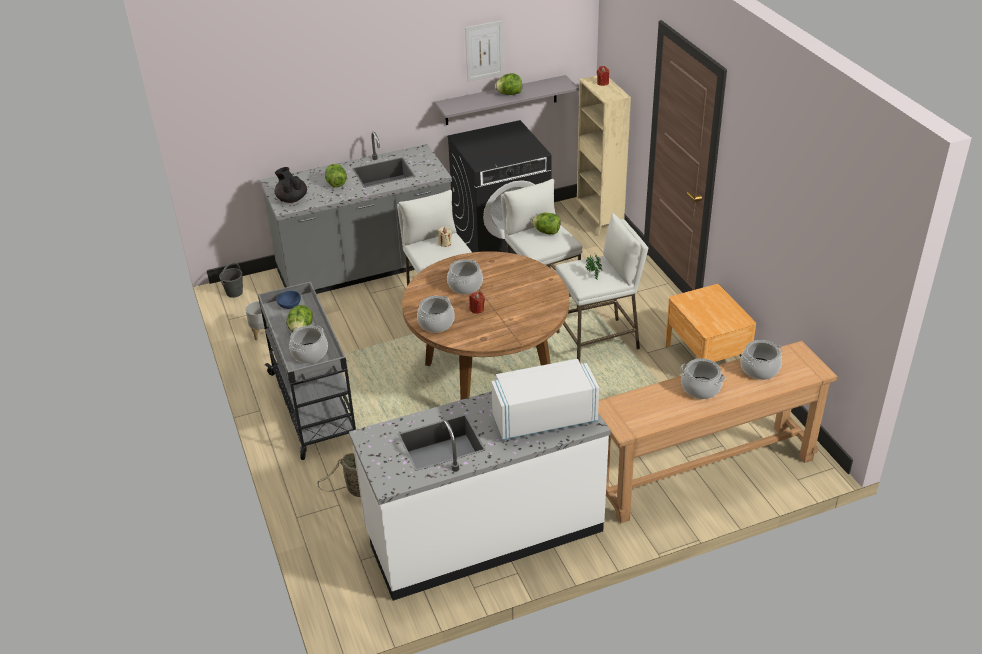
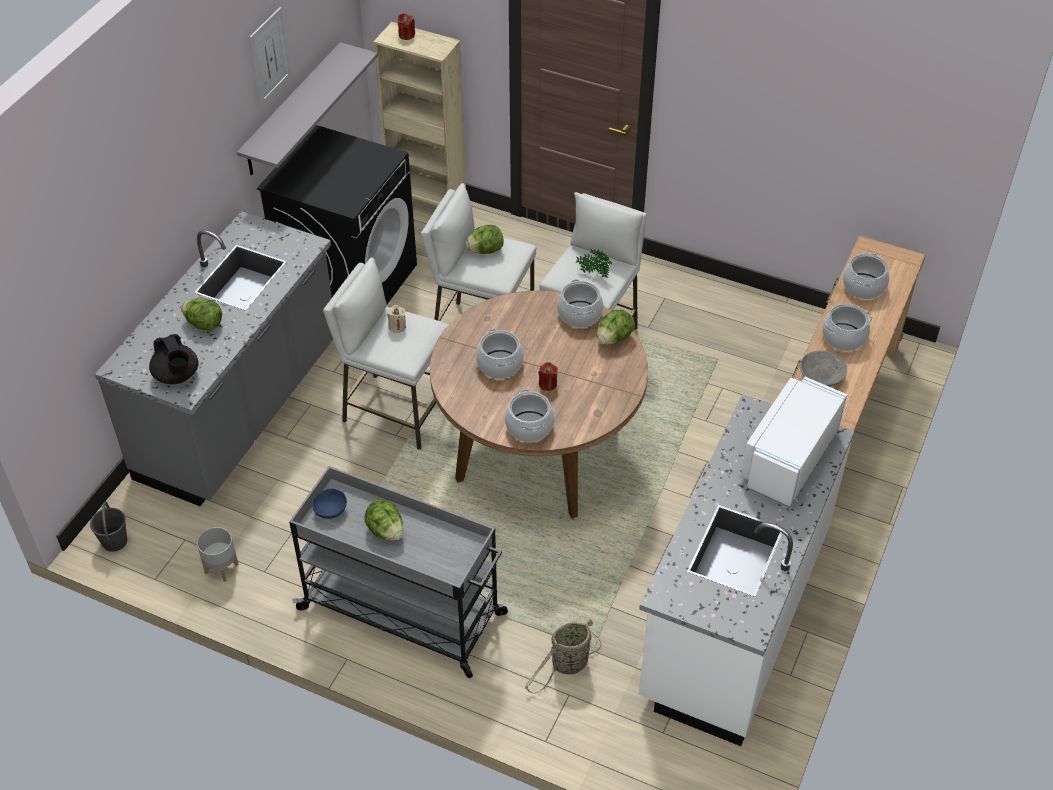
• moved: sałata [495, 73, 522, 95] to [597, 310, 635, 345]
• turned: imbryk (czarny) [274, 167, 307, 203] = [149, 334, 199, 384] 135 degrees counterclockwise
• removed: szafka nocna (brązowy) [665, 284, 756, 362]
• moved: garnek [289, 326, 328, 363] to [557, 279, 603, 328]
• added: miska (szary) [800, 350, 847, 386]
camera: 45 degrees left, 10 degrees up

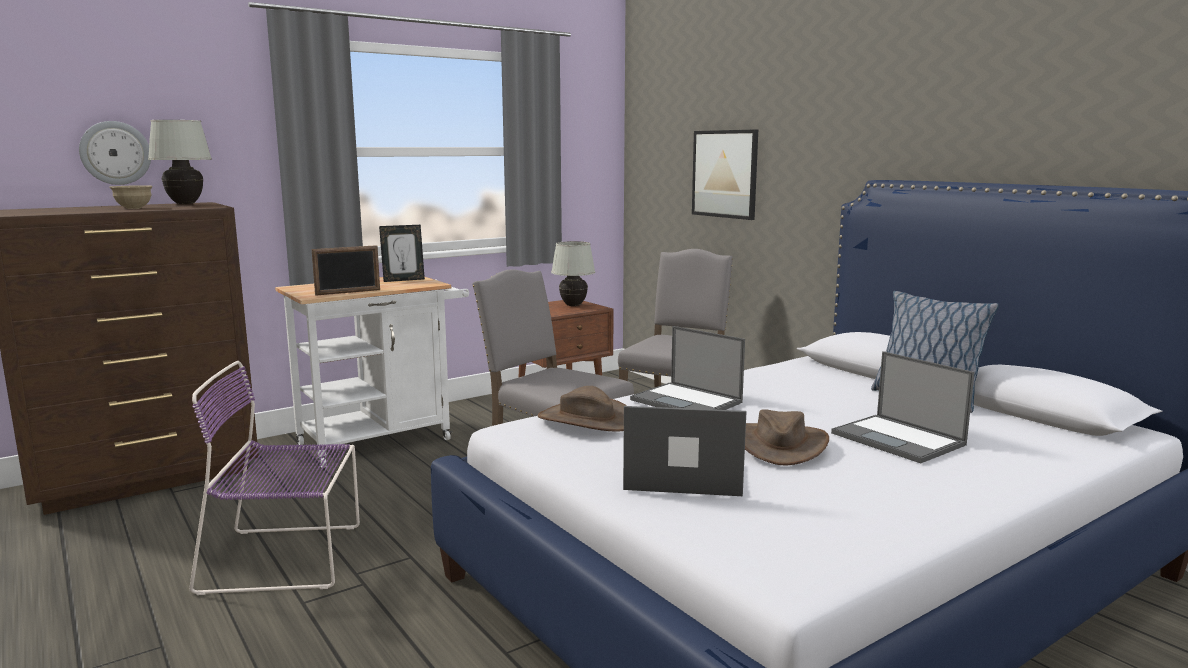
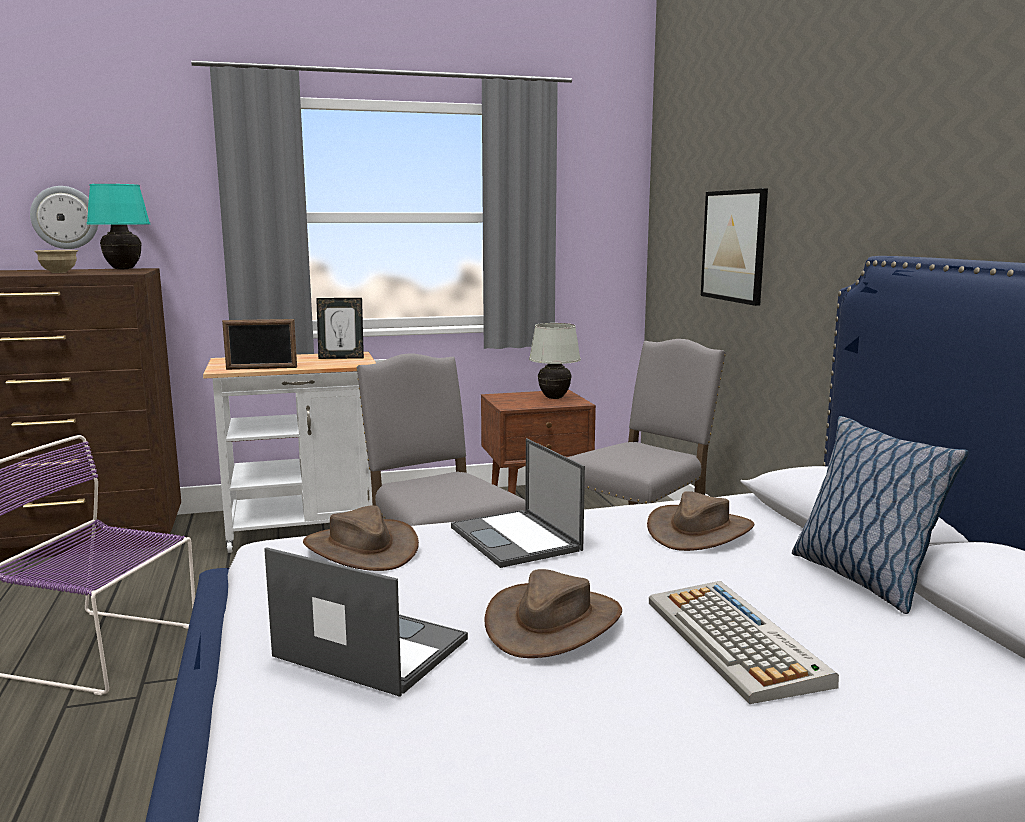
• recoloured: lampa stołowa (biały) [148, 120, 212, 204] to lampa stołowa (turkusowy) [87, 184, 150, 269]
• replaced: laptop [831, 351, 975, 463] to klawiatura [649, 581, 839, 704]
• added: kapelusz (brązowy) [647, 491, 754, 551]
camera: 20 degrees right, 0 degrees up

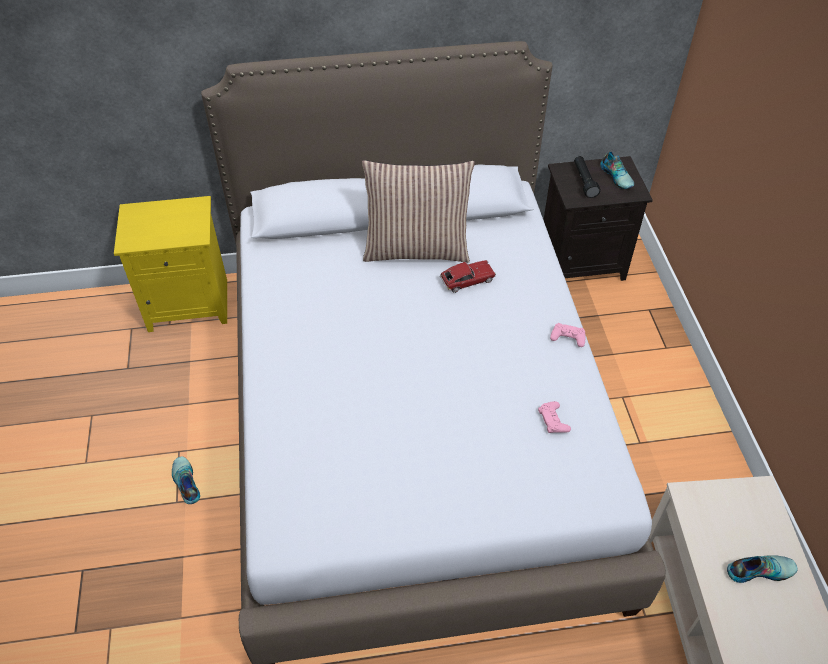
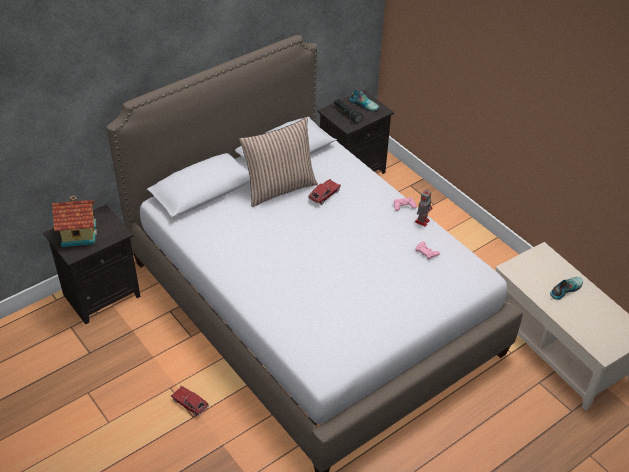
• recoloured: szafka nocna (żółty) [114, 196, 227, 332] to szafka nocna (czarny) [43, 204, 141, 324]
• replaced: but [172, 457, 200, 504] to samochodzik [171, 386, 209, 416]
• added: robot zabawkowy [415, 190, 432, 227]
• added: domek [52, 195, 97, 247]
camera: 30 degrees left, 5 degrees down

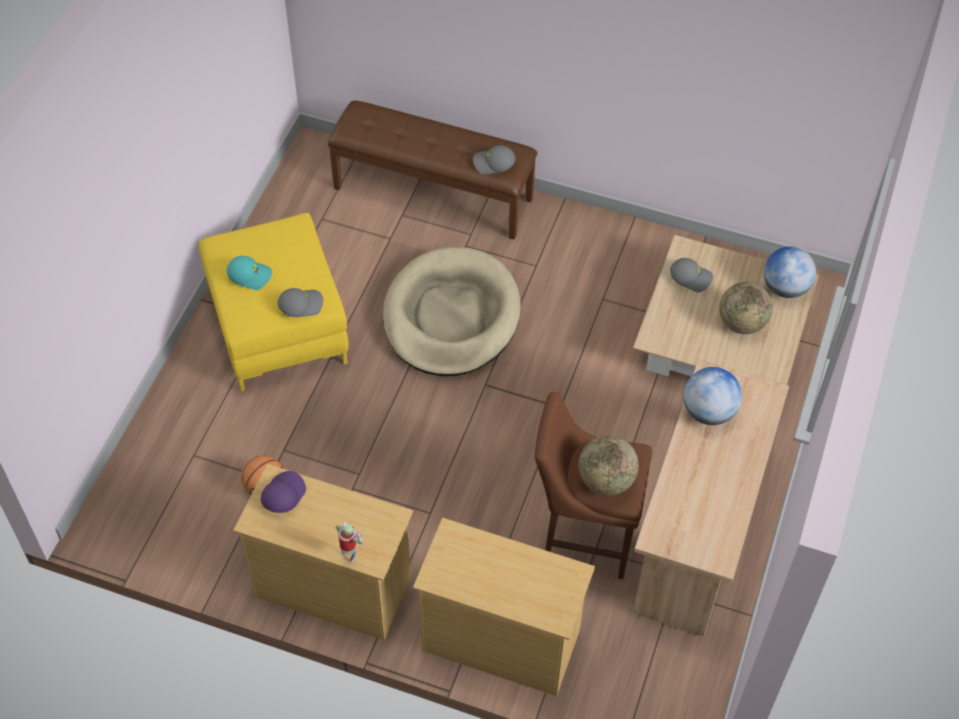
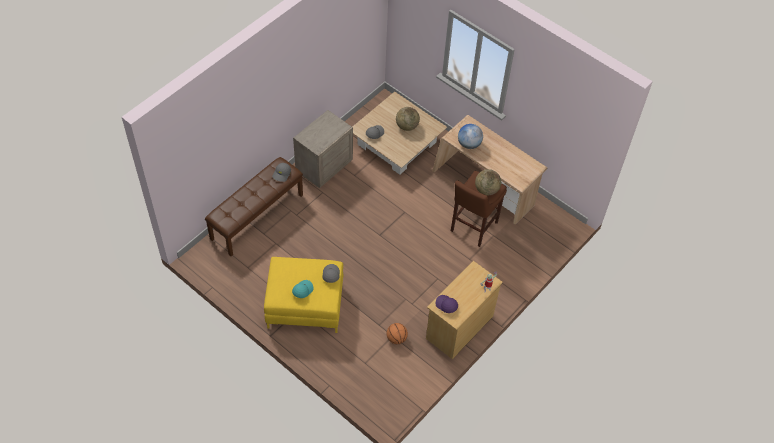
• removed: globus [764, 246, 816, 298]
• removed: legowisko (beżowy) [383, 247, 521, 376]
• removed: komoda (beżowy) [413, 518, 595, 696]
• added: szafka nocna (beżowy) [293, 110, 353, 188]
camera: 70 degrees left, 0 degrees up

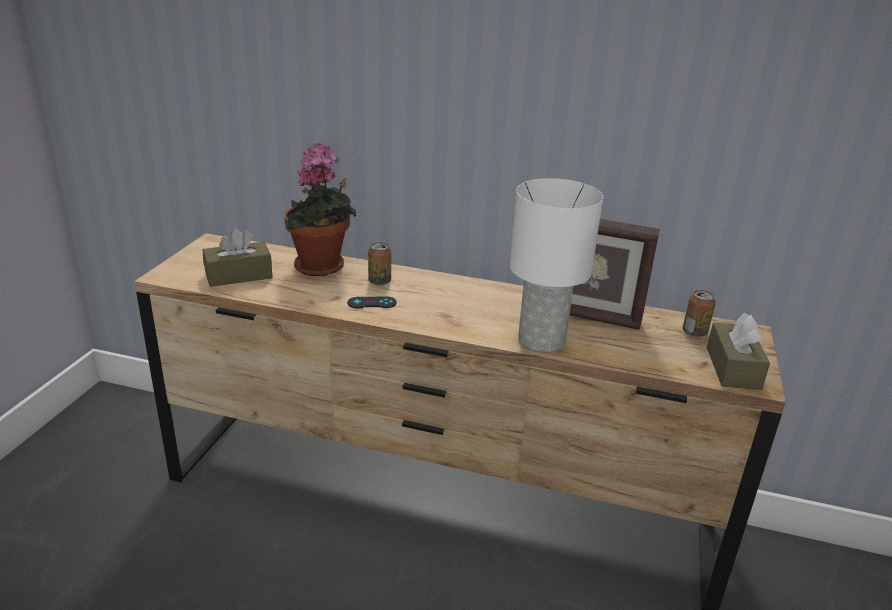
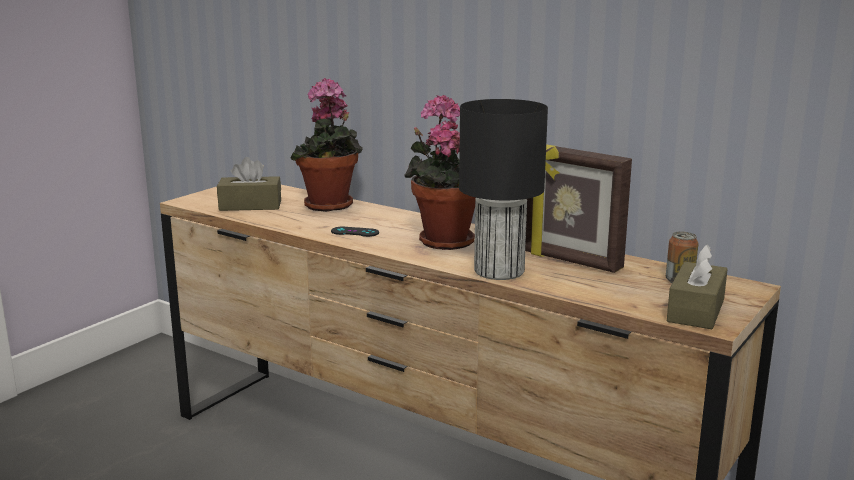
• recoloured: lampa stołowa (biały) [510, 178, 603, 353] to lampa stołowa (czarny) [459, 99, 548, 280]
• removed: puszka [368, 242, 391, 286]
• added: roślina doniczkowa [405, 95, 476, 250]
camera: 20 degrees right, 10 degrees down

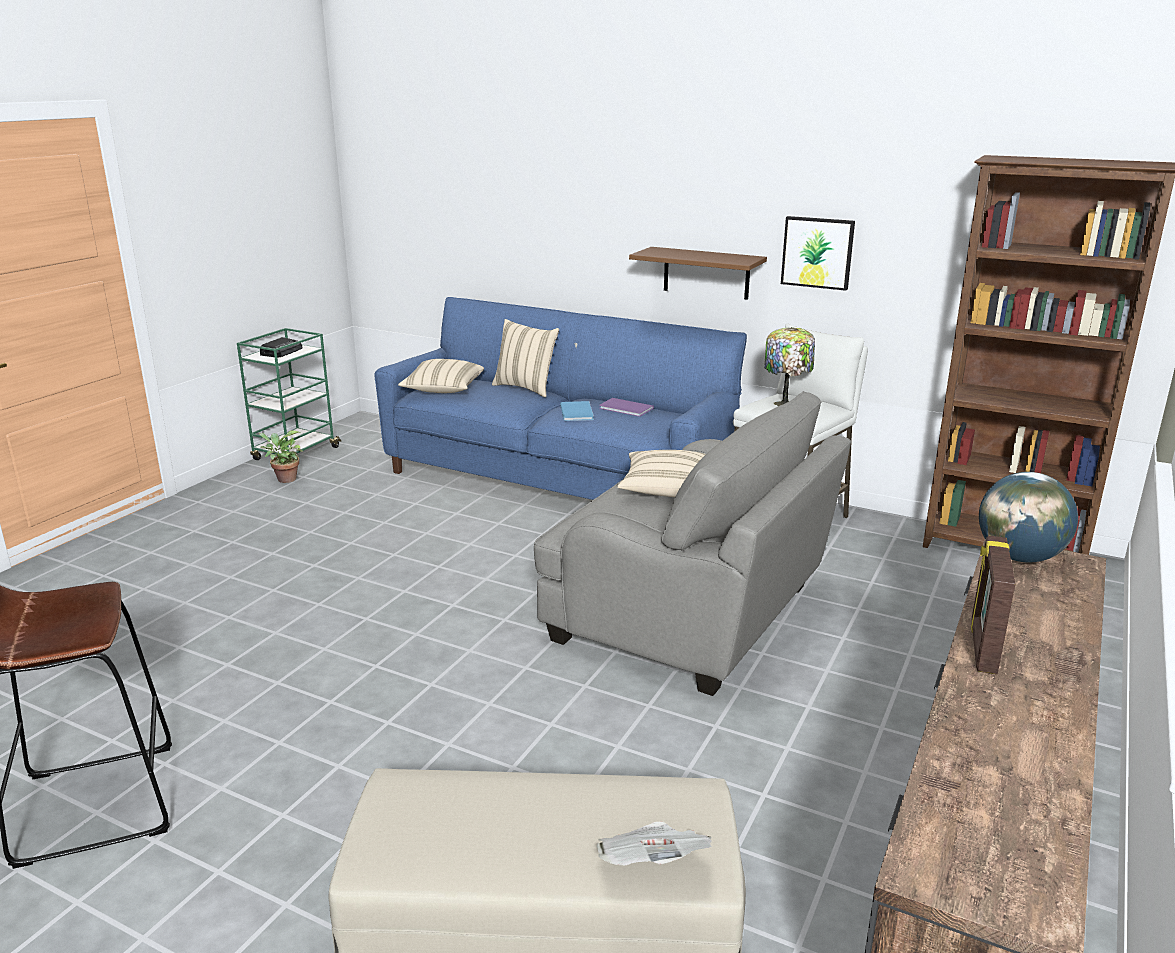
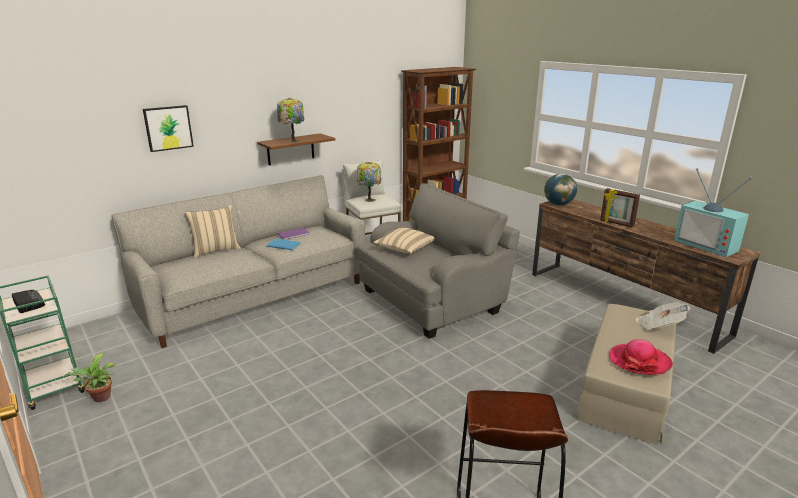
• moved: obraz [781, 216, 855, 291] to [143, 105, 194, 152]
• recoloured: kanapa (niebieski) [375, 297, 747, 500] to kanapa (szary) [112, 175, 365, 348]
• removed: poduszka (beżowy) [398, 359, 484, 393]
• added: lampa stołowa [277, 98, 304, 143]
• added: telewizor [674, 168, 753, 257]
• added: kapelusz [609, 339, 673, 375]
camera: 65 degrees left, 0 degrees up

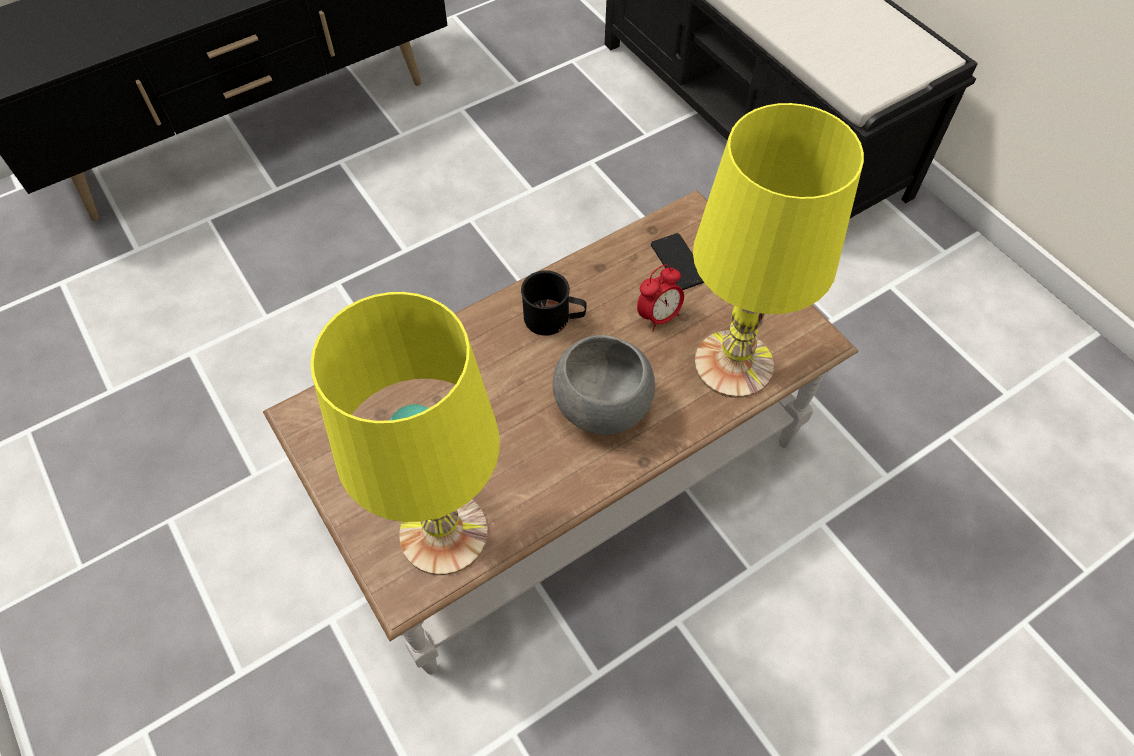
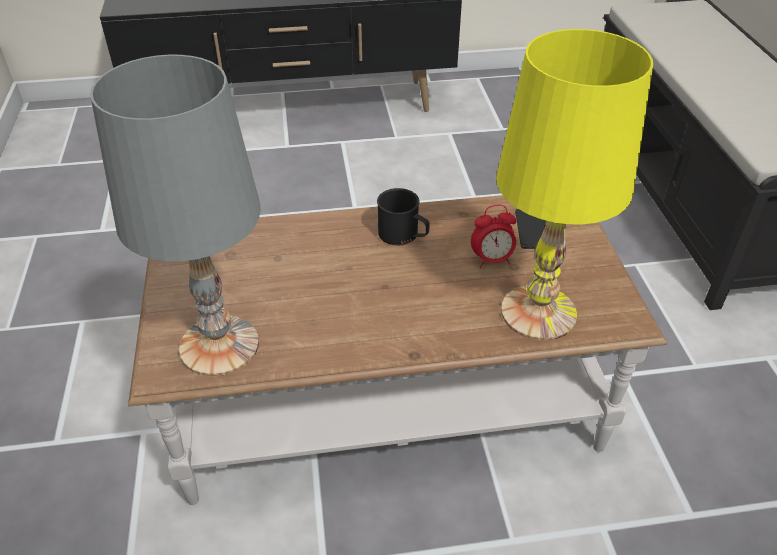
• recoloured: lampa stołowa (żółty) [311, 292, 500, 575] to lampa stołowa (szary) [90, 55, 261, 376]
• removed: miska (szary) [553, 335, 655, 435]
camera: 25 degrees right, 15 degrees down

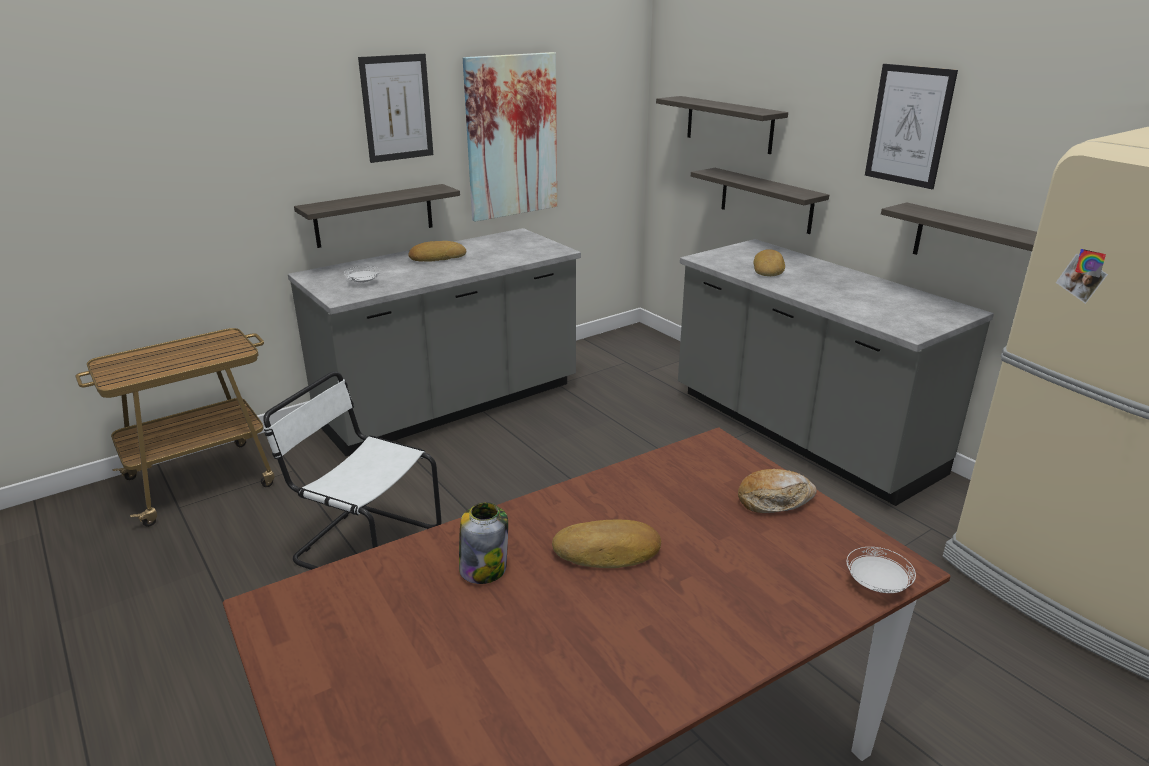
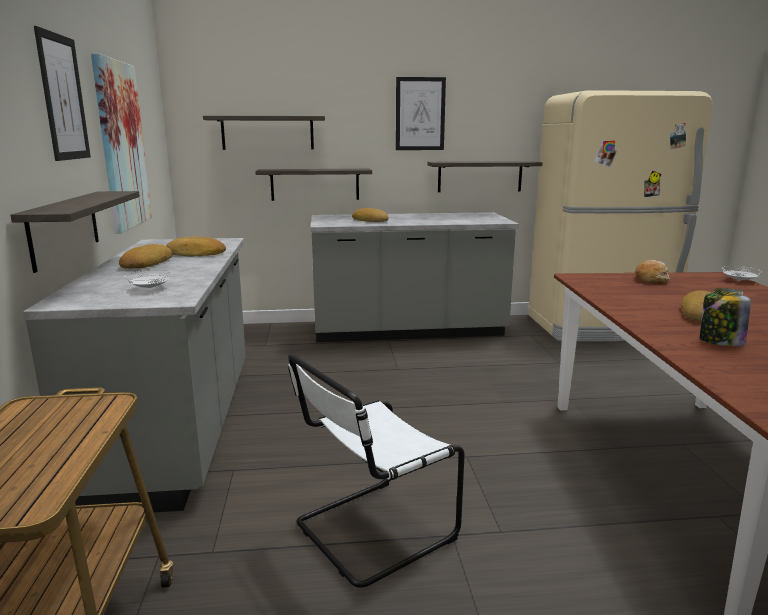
• added: chleb [166, 237, 226, 256]
camera: 60 degrees left, 10 degrees down

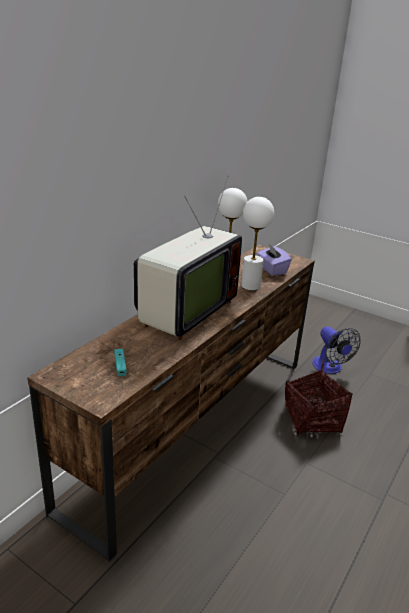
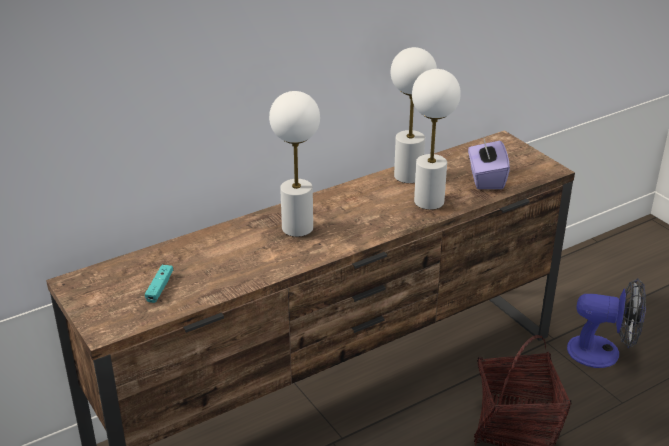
• replaced: telewizor [134, 176, 242, 340] to lampa stołowa (biały) [269, 91, 320, 237]
• turned: wentylator [312, 327, 361, 374] = [567, 278, 646, 368] 75 degrees counterclockwise
camera: 25 degrees right, 5 degrees up

